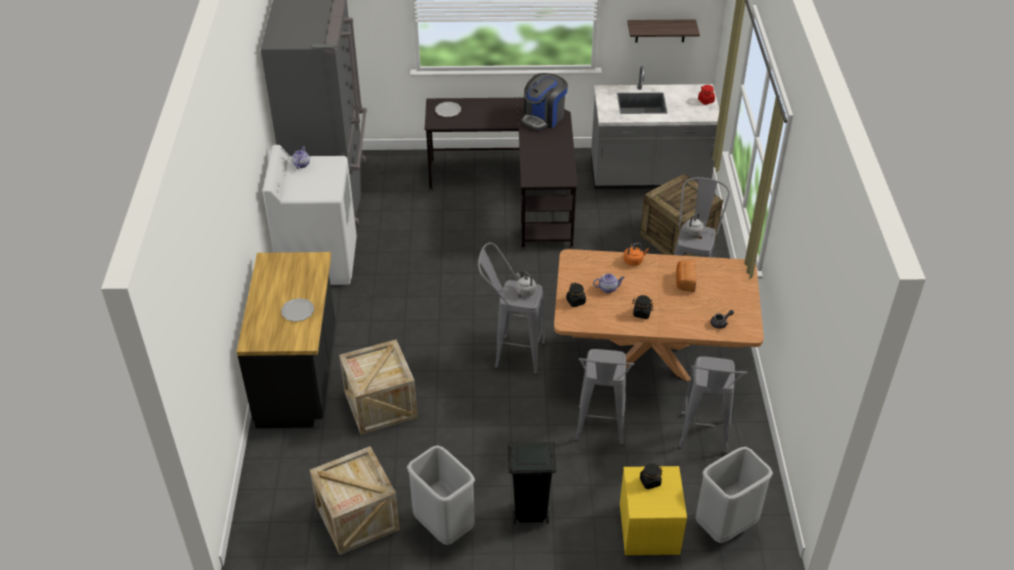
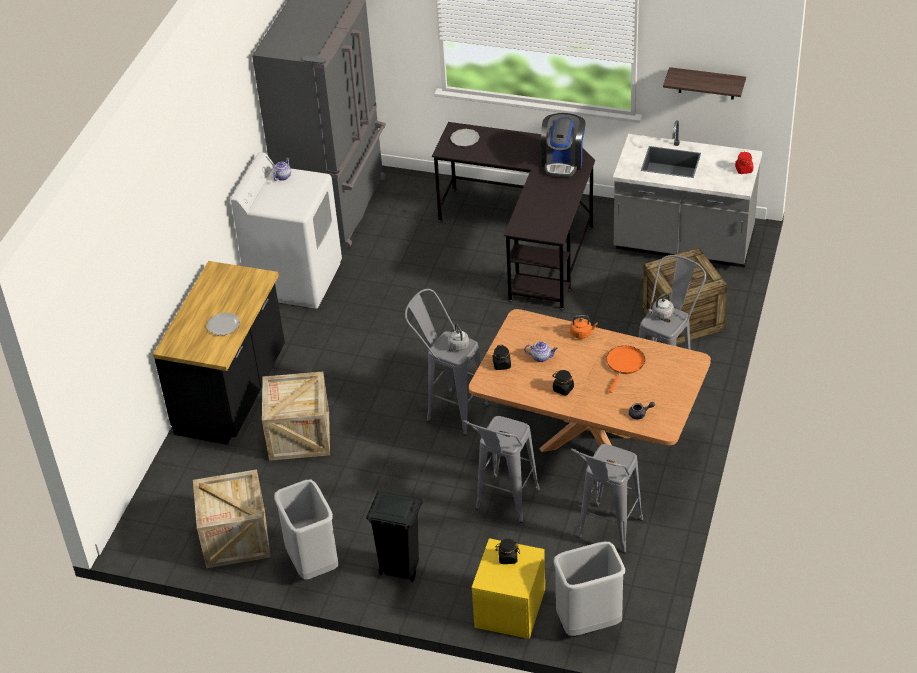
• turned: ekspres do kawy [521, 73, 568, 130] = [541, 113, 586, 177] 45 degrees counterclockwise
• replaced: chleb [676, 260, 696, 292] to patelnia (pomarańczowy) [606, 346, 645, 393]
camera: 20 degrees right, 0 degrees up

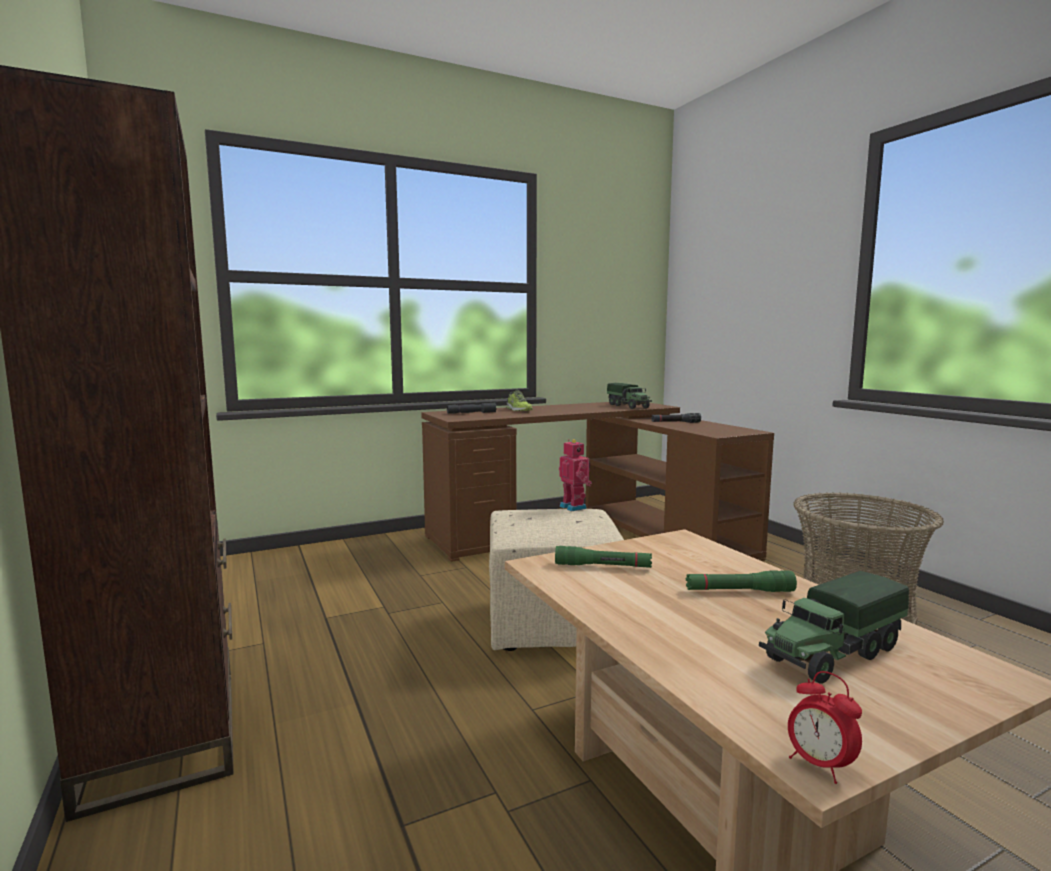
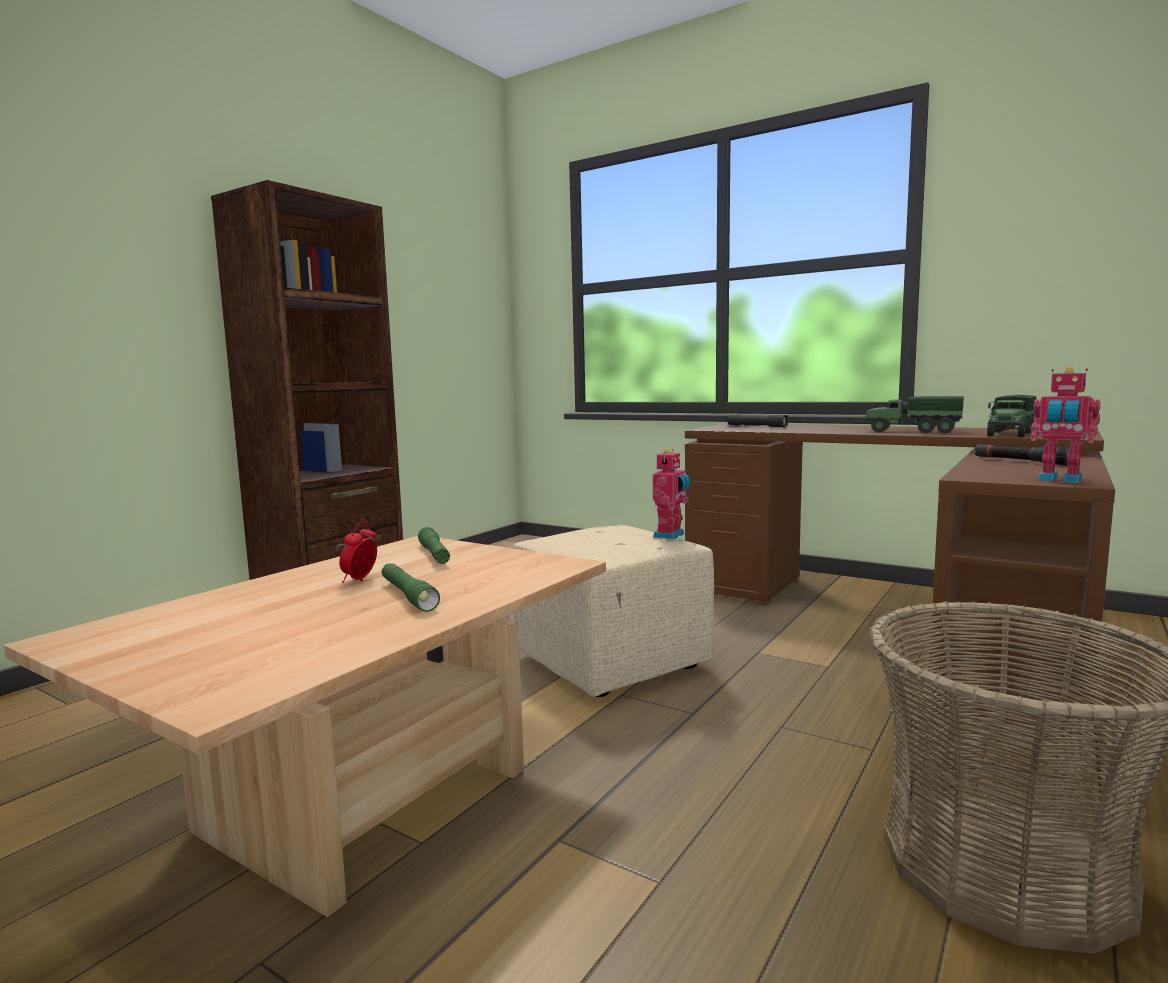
• removed: but [506, 390, 533, 411]
• moved: ciężarówka zabawkowa [759, 571, 909, 684] to [864, 396, 964, 433]
• moved: budzik [788, 671, 862, 784] to [339, 521, 377, 583]
• added: robot zabawkowy [1031, 367, 1101, 483]
camera: 60 degrees right, 0 degrees up

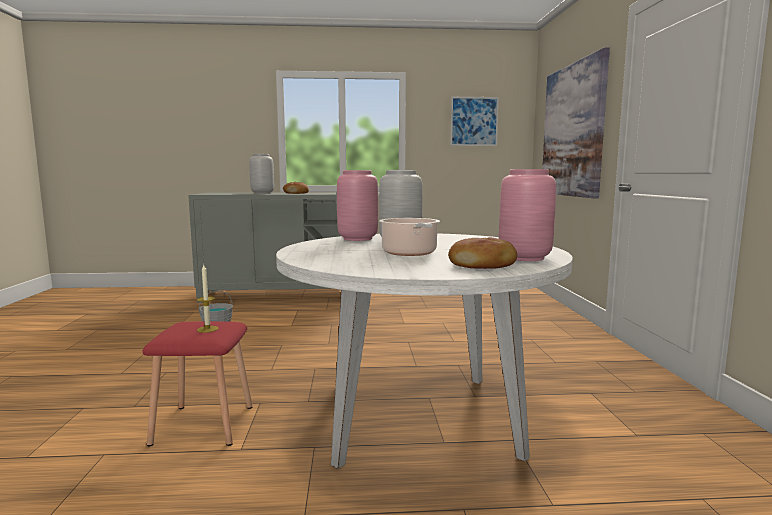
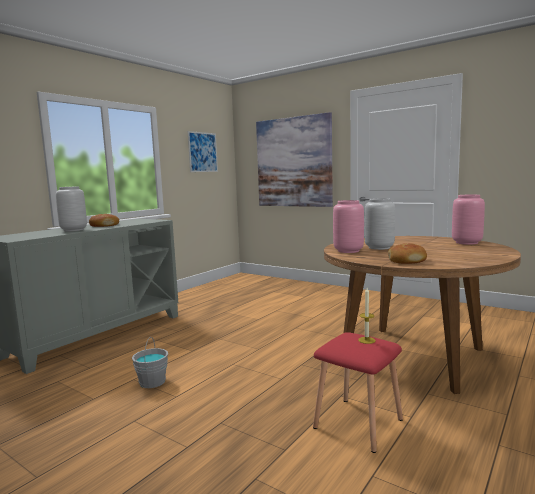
• removed: garnek [379, 218, 440, 256]
• recoloured: stół jadalny (biały) [276, 233, 573, 469] to stół jadalny (brązowy) [324, 236, 521, 394]
• moved: chleb [448, 237, 517, 269] to [388, 243, 427, 264]
camera: 50 degrees left, 0 degrees up

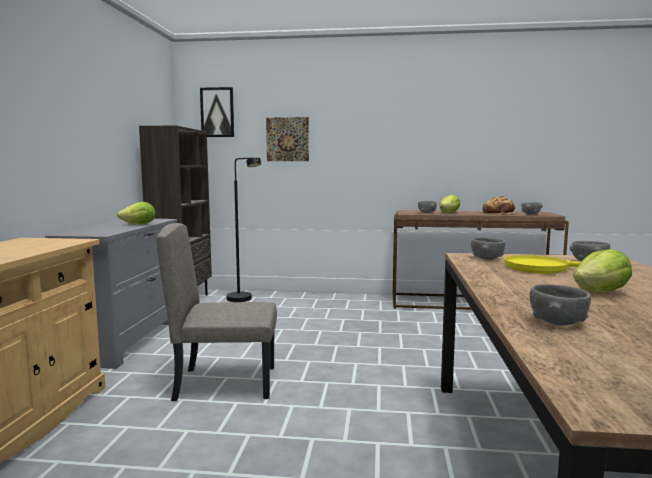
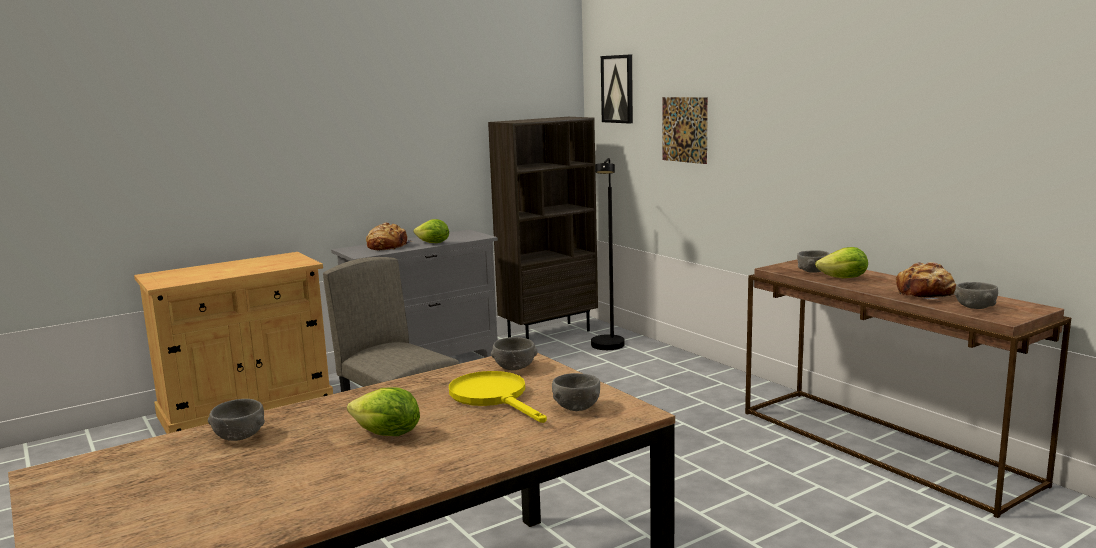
• added: chleb [366, 223, 413, 250]
camera: 50 degrees right, 5 degrees up

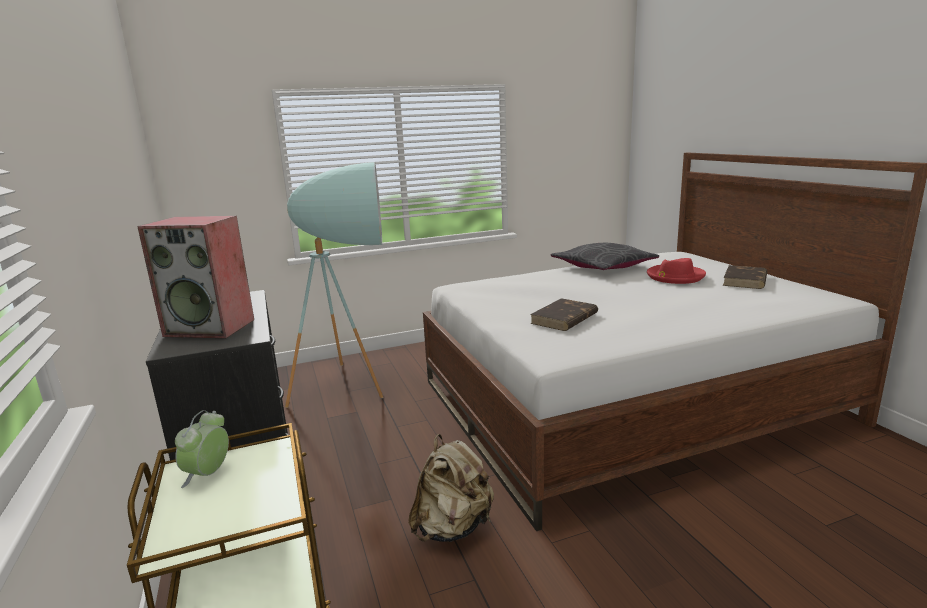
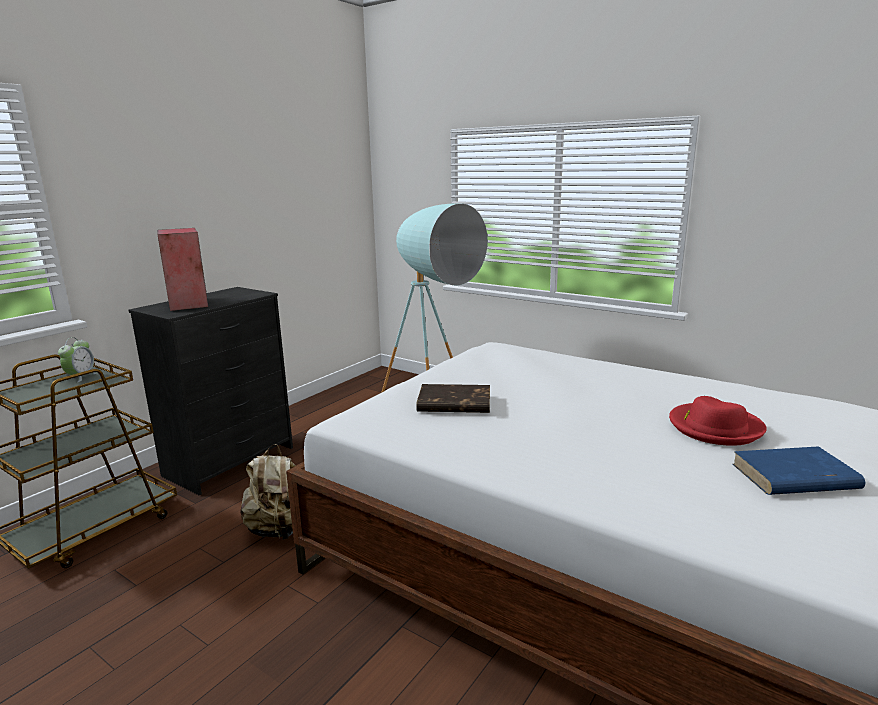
• removed: poduszka (szary) [551, 243, 659, 270]
• recoloured: książka (brązowy) [723, 265, 767, 289] to książka (niebieski) [732, 446, 865, 495]
• turned: budzik [175, 410, 229, 488] = [58, 337, 97, 382] 120 degrees clockwise
camera: 55 degrees right, 0 degrees up

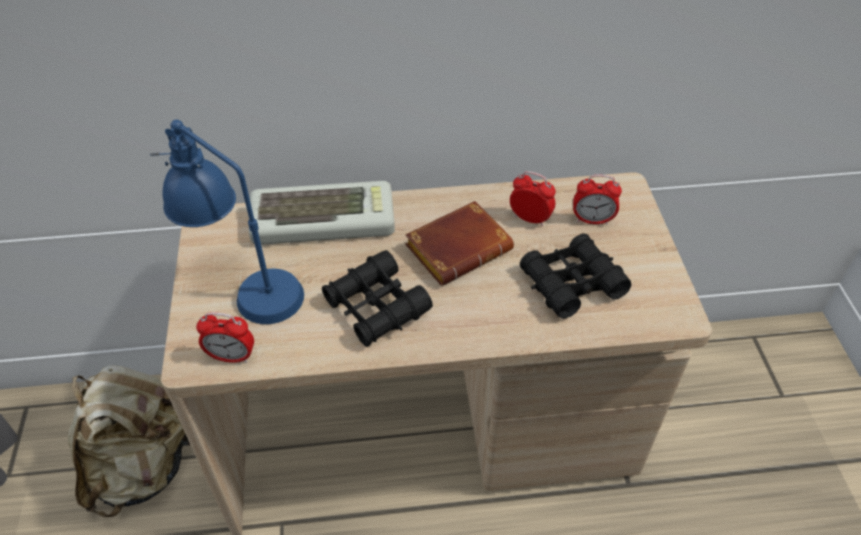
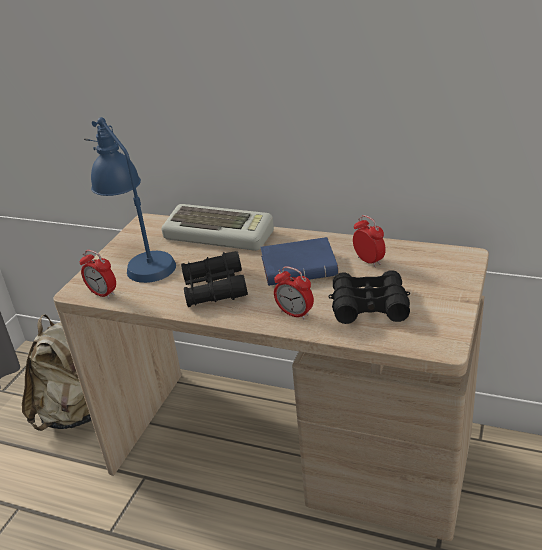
• moved: budzik [573, 174, 622, 225] to [274, 266, 314, 320]
• recoloured: książka (brązowy) [405, 201, 514, 286] to książka (niebieski) [260, 237, 338, 286]
camera: 30 degrees right, 15 degrees down

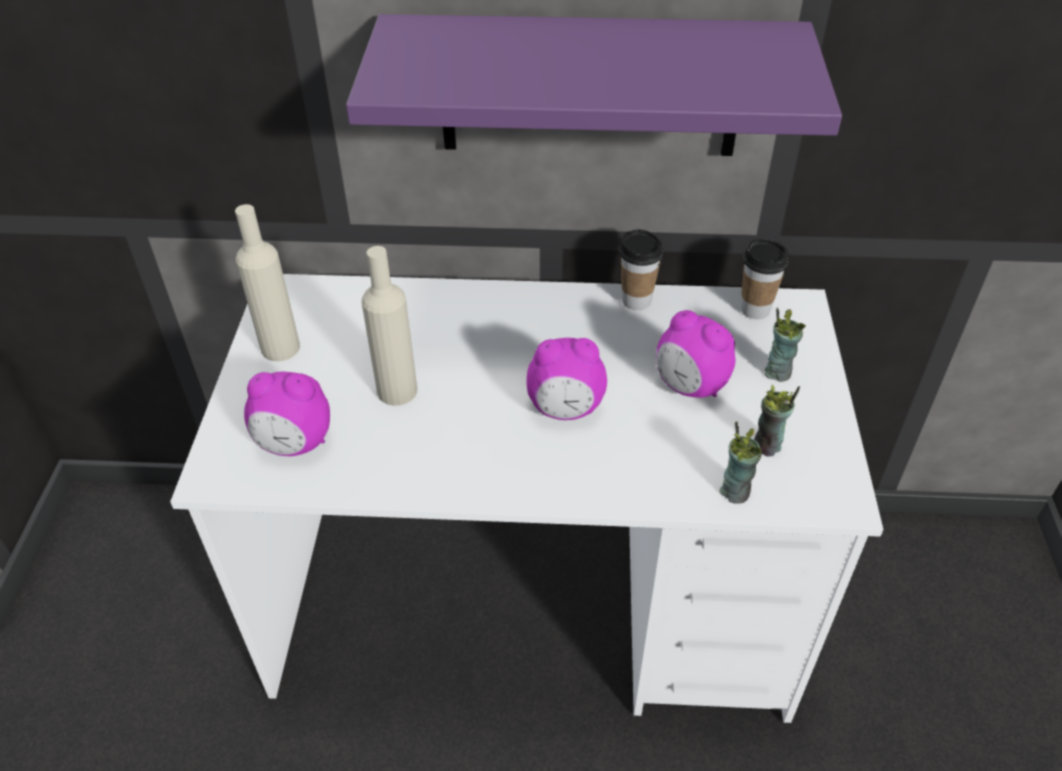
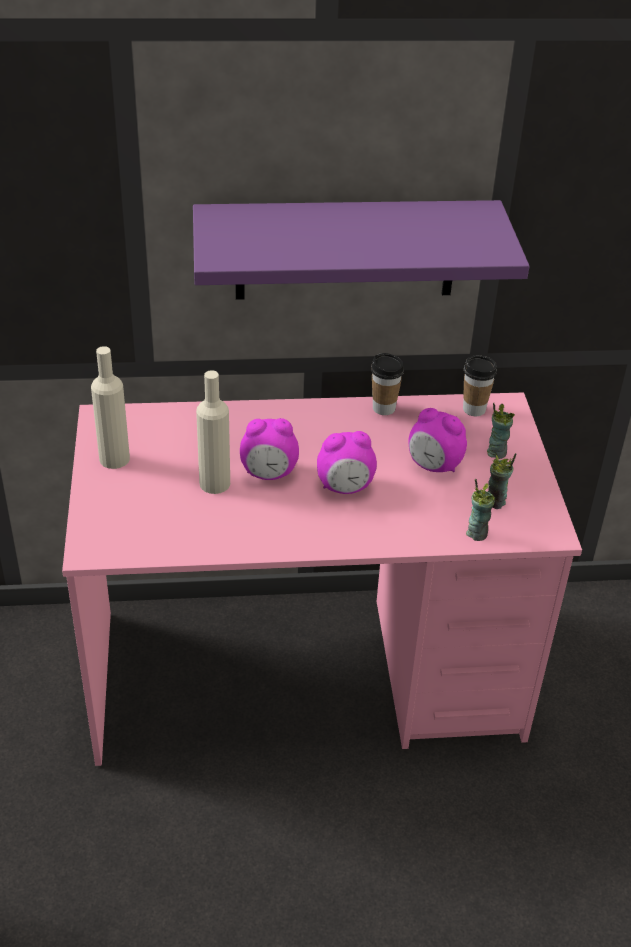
• recoloured: biurko (biały) [170, 274, 884, 723] to biurko (różowy) [62, 392, 582, 766]
• moved: budzik [244, 372, 330, 456] to [240, 418, 299, 480]
camera: 10 degrees left, 5 degrees down

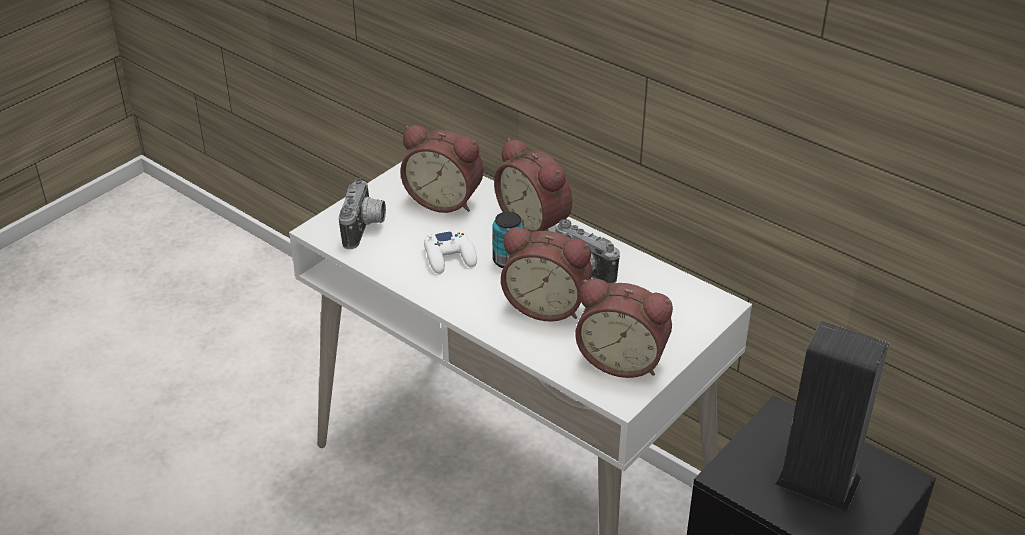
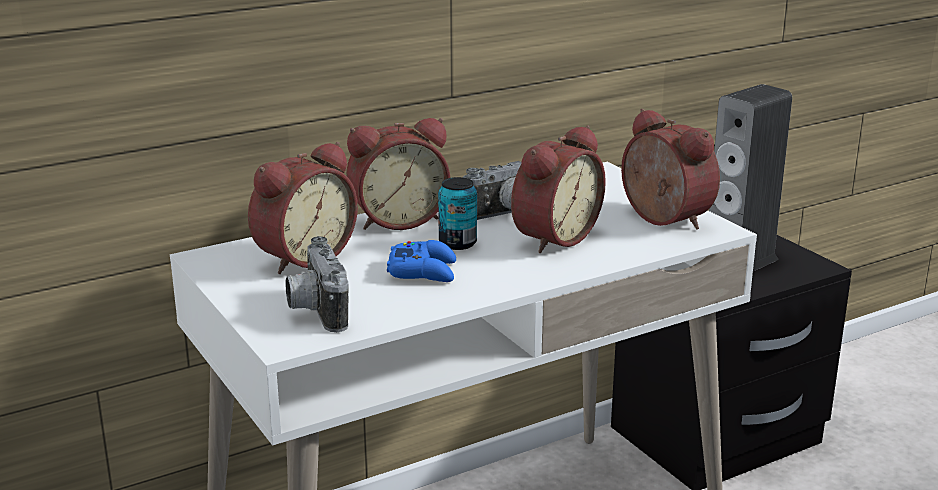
• turned: aparat fotograficzny [339, 178, 386, 249] = [286, 236, 349, 332] 135 degrees counterclockwise
• recoloured: pad do gier (biały) [424, 229, 477, 274] to pad do gier (niebieski) [387, 240, 456, 282]
• turned: budzik [575, 279, 673, 378] = [621, 109, 720, 230] 75 degrees counterclockwise
camera: 70 degrees left, 15 degrees down

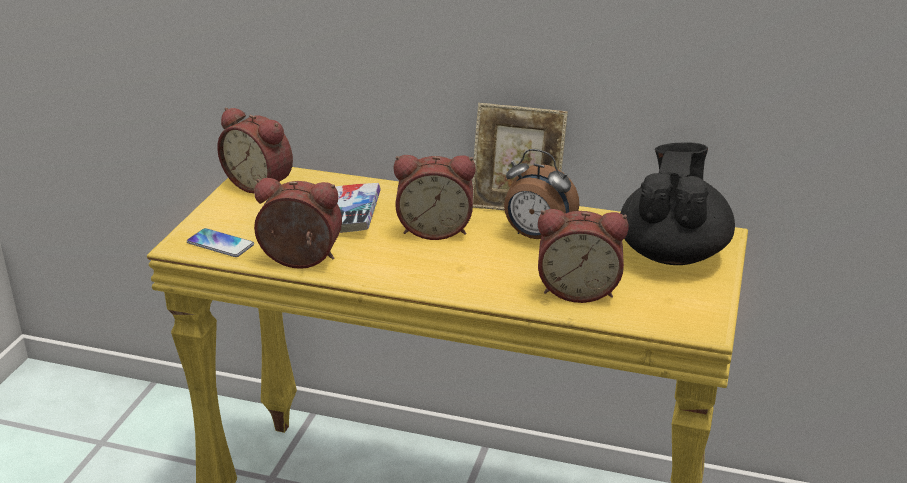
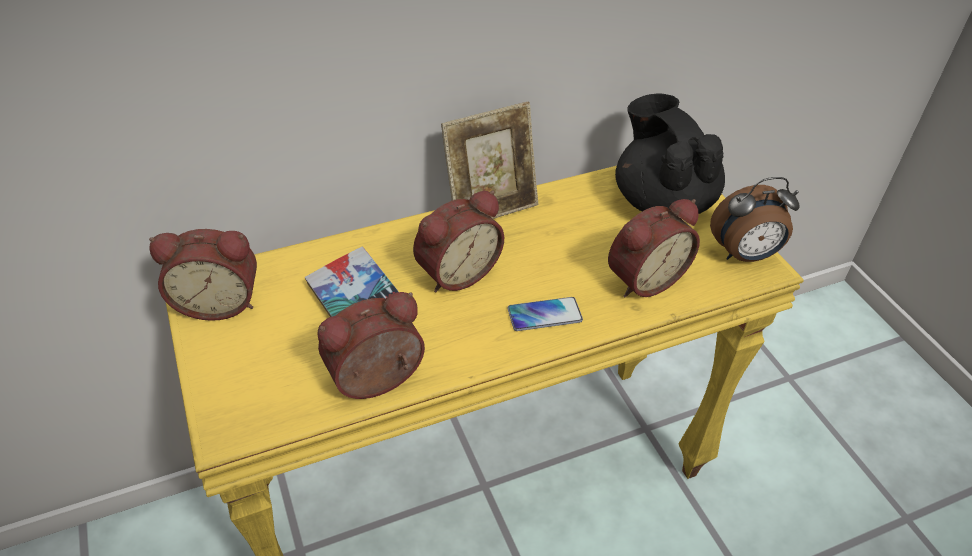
• moved: budzik [504, 149, 579, 239] to [710, 177, 800, 262]
• moved: telefon [187, 228, 254, 257] to [507, 297, 583, 331]
camera: 40 degrees left, 15 degrees up

